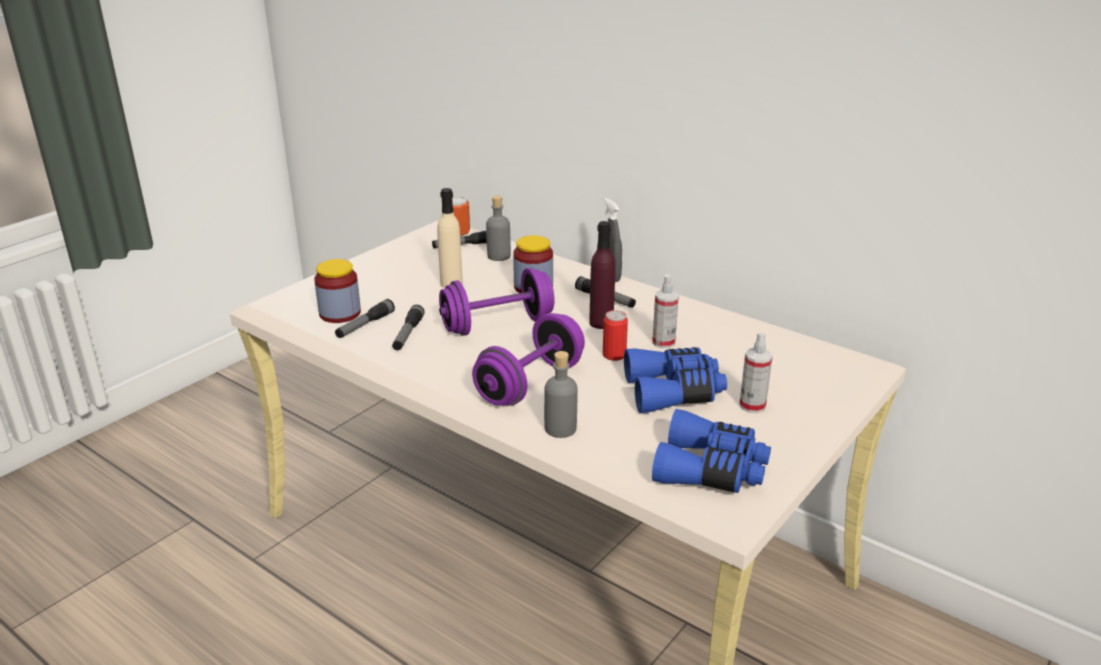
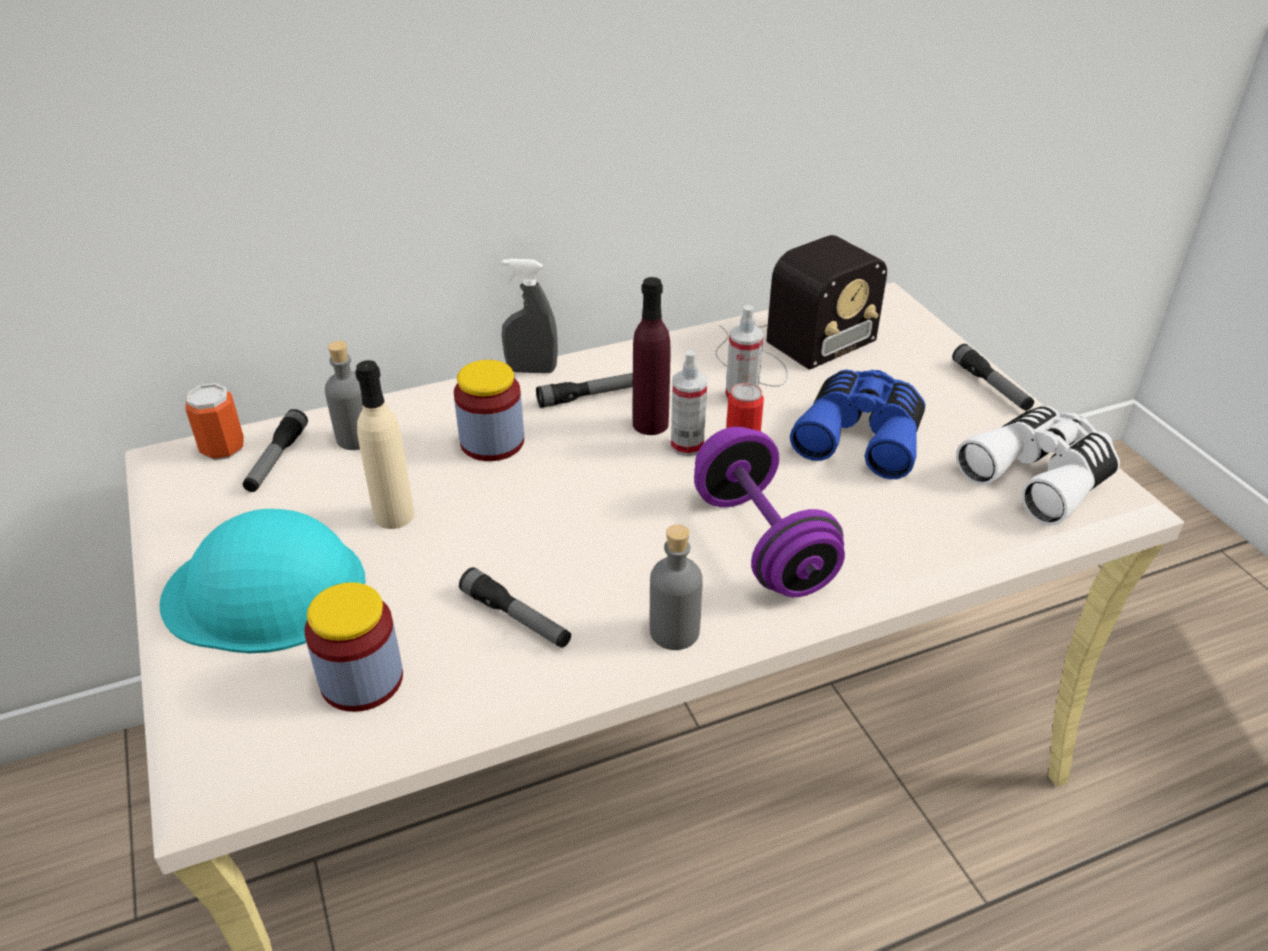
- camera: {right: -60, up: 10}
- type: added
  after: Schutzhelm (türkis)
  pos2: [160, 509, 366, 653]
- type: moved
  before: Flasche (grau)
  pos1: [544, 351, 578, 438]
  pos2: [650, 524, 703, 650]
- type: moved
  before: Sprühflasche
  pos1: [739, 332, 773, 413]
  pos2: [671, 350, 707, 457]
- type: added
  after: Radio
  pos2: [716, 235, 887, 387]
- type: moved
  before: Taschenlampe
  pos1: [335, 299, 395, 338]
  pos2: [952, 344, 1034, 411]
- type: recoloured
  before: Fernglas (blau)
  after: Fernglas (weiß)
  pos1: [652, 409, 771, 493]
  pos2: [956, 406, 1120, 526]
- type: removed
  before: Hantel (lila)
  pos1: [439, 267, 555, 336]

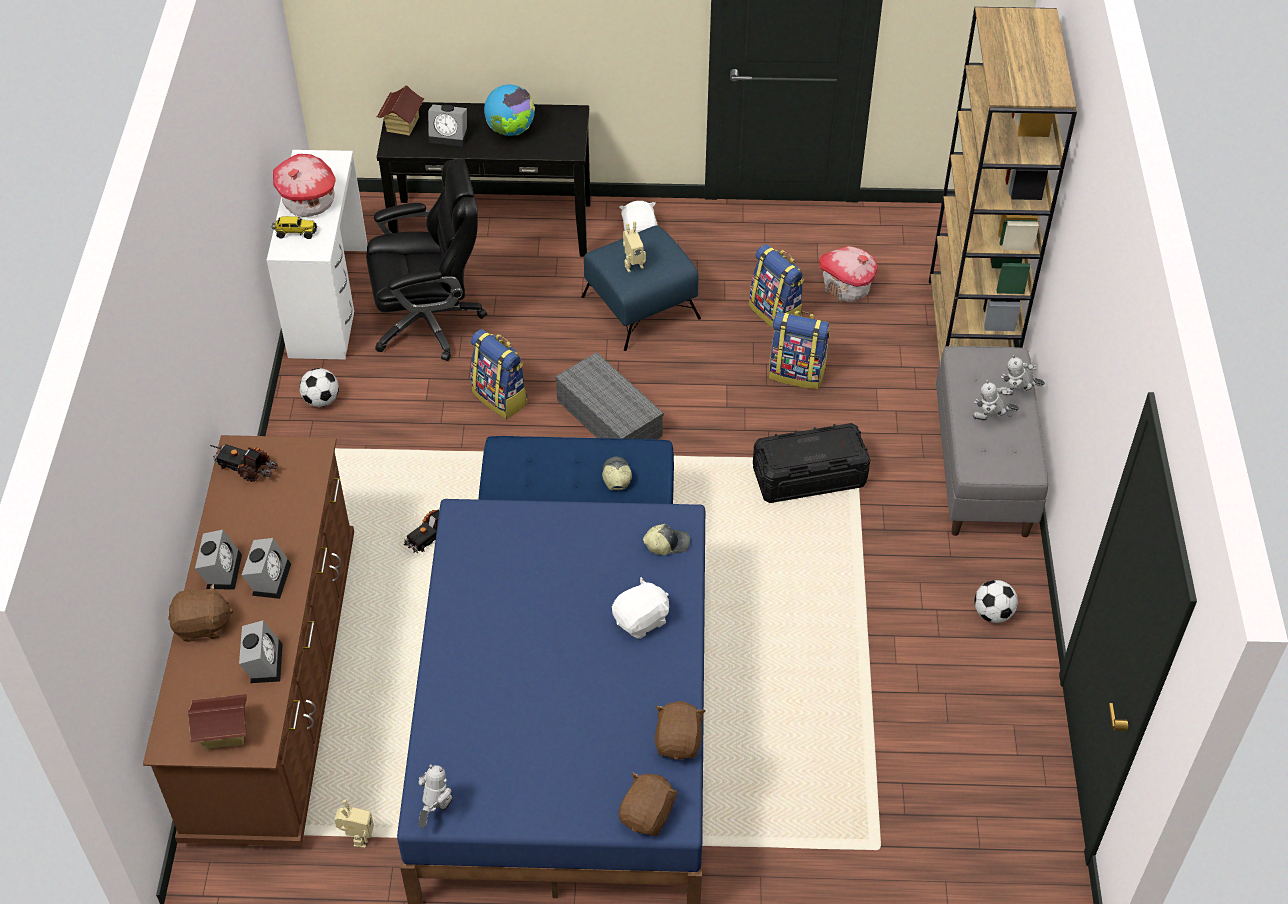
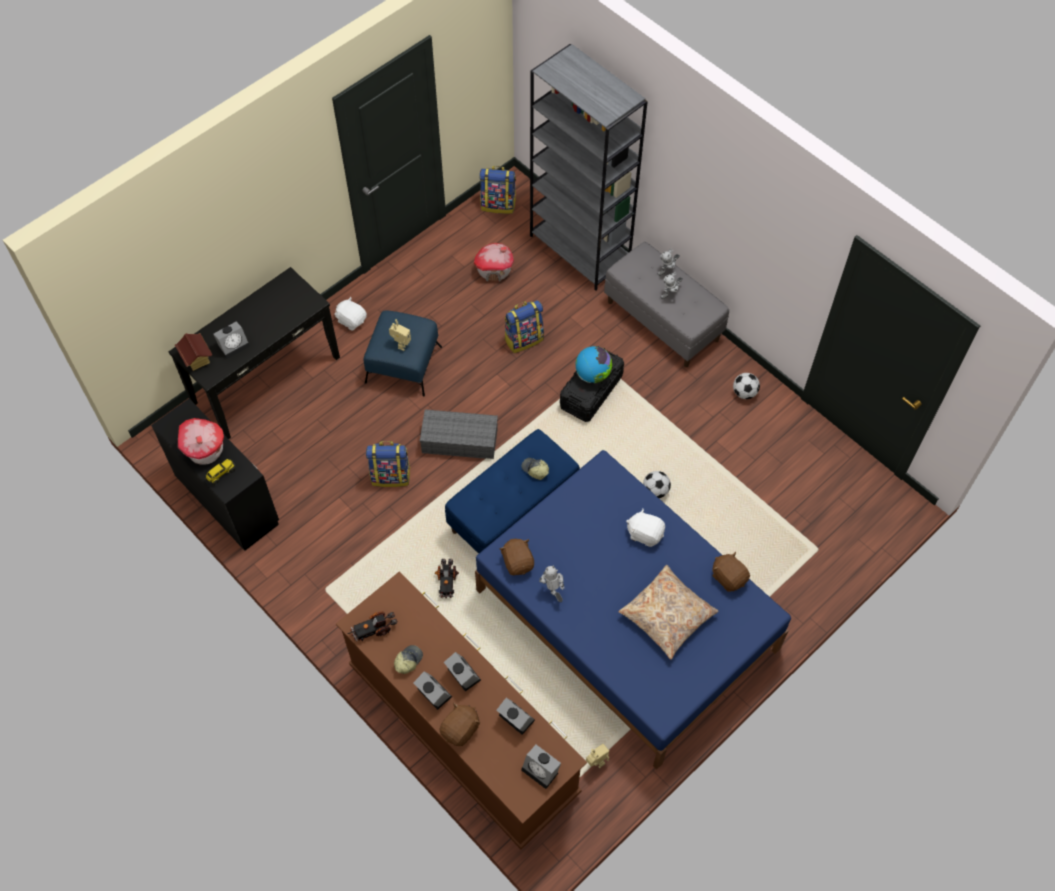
- camera: {right: -45, up: 10}
- type: recoloured
  before: Schreibtisch (weiß)
  after: Schreibtisch (schwarz)
  pos1: [267, 150, 368, 360]
  pos2: [151, 399, 279, 551]
- type: moved
  before: Kappe
  pos1: [643, 524, 690, 555]
  pos2: [394, 645, 423, 674]
- type: moved
  before: Rucksack
  pos1: [749, 244, 804, 328]
  pos2: [479, 166, 516, 214]
- type: moved
  before: Plüschtier (braun)
  pos1: [619, 772, 678, 836]
  pos2: [500, 538, 534, 575]
- type: replaced
  before: Spielzeughaus
  after: Wecker
  pos1: [188, 694, 247, 749]
  pos2: [521, 745, 561, 789]
- type: recoloured
  before: Bücherregal (braun)
  after: Bücherregal (grau)
  pos1: [929, 7, 1077, 363]
  pos2: [530, 44, 648, 290]
- type: moved
  before: Spielzeugroboter
  pos1: [419, 764, 453, 828]
  pos2: [539, 565, 565, 602]
- type: moved
  before: Globus
  pos1: [484, 84, 535, 136]
  pos2: [575, 346, 612, 383]
- type: added
  after: Kissen (beige)
  pos2: [618, 565, 719, 660]
- type: turned
  before: Plüschtier (weiß)
  pos1: [612, 577, 669, 639]
  pos2: [626, 509, 665, 547]
  turn: -75
- type: moved
  before: Fußball
  pos1: [299, 368, 339, 407]
  pos2: [643, 471, 671, 498]
- type: removed
  before: Bürostuhl (schwarz)
  pos1: [366, 158, 487, 361]

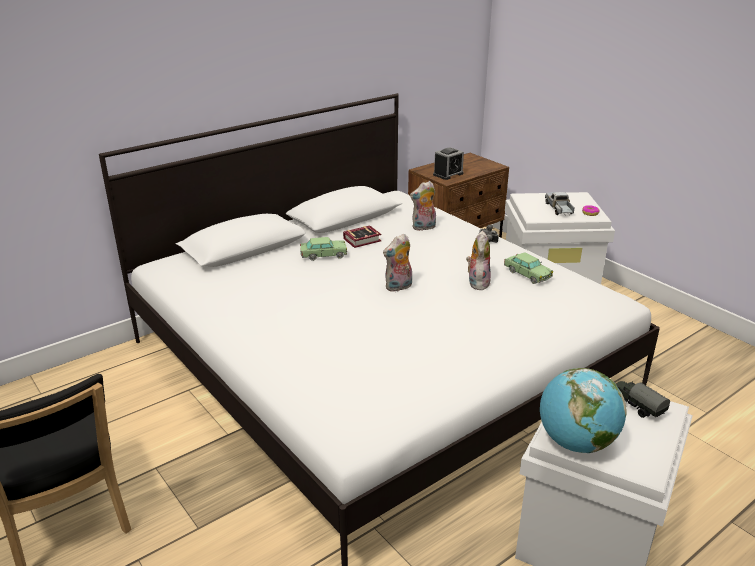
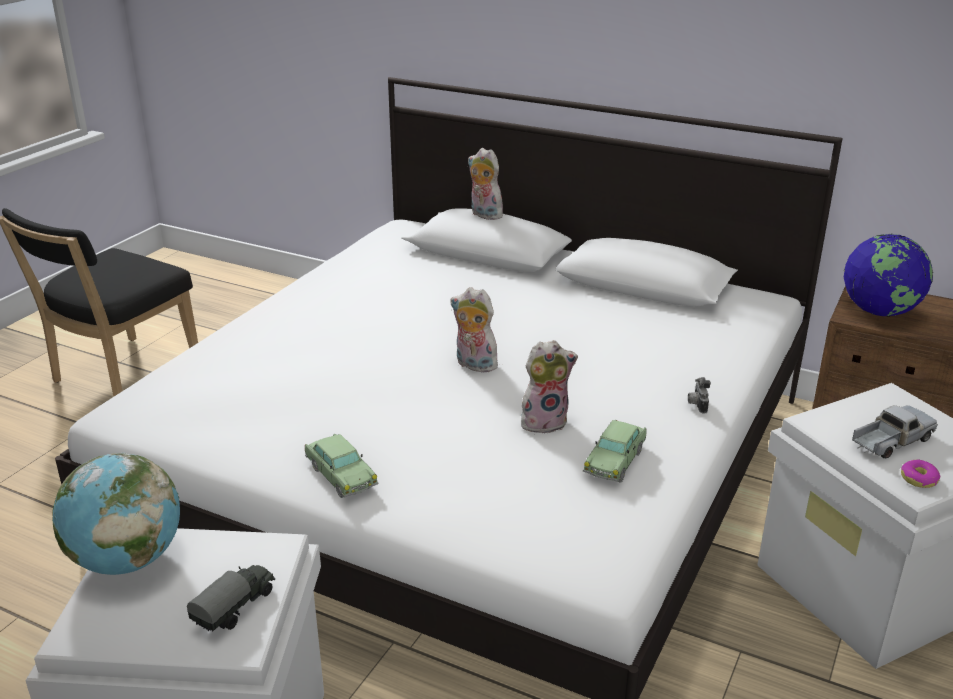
- camera: {right: 65, up: 0}
- type: moved
  before: Spielzeugauto
  pos1: [300, 237, 347, 261]
  pos2: [305, 434, 378, 498]
- type: moved
  before: Plüschtier
  pos1: [410, 181, 436, 231]
  pos2: [468, 148, 503, 220]
- type: replaced
  before: Wecker
  after: Globus
  pos1: [433, 147, 464, 180]
  pos2: [844, 234, 933, 317]
- type: removed
  before: Buch
  pos1: [343, 225, 381, 248]

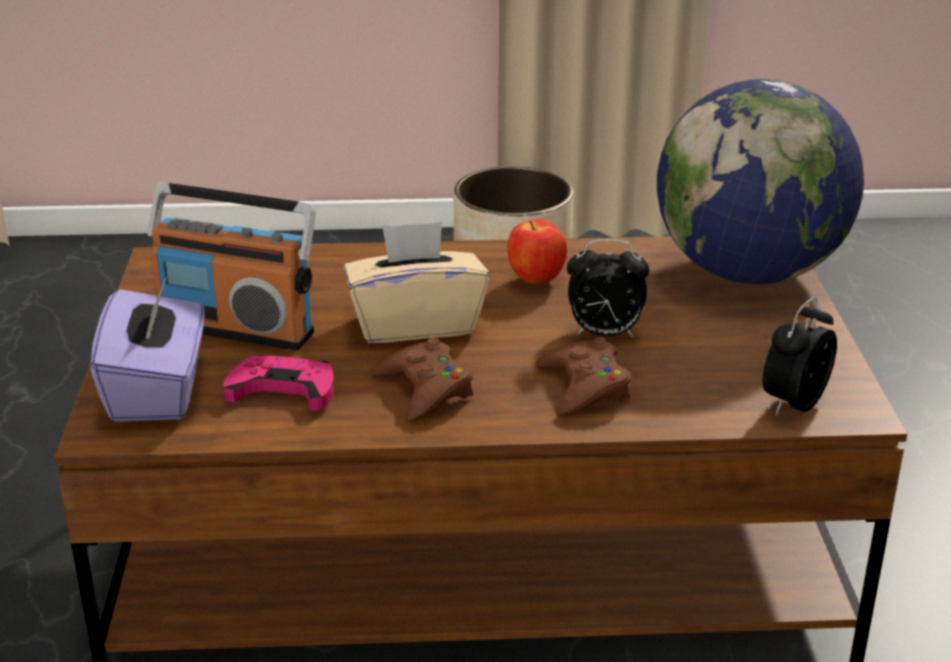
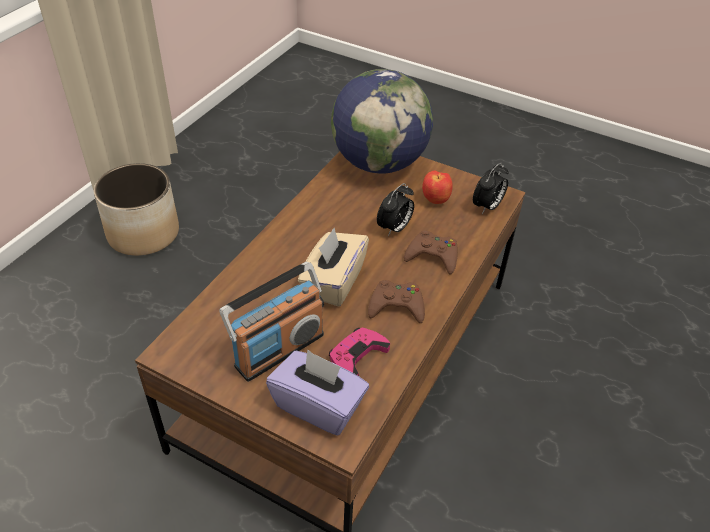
- camera: {right: -60, up: 15}
- type: moved
  before: Apfel
  pos1: [508, 219, 567, 284]
  pos2: [422, 171, 453, 204]
- type: turned
  before: Wecker
  pos1: [763, 297, 837, 416]
  pos2: [473, 163, 509, 214]
  turn: -120

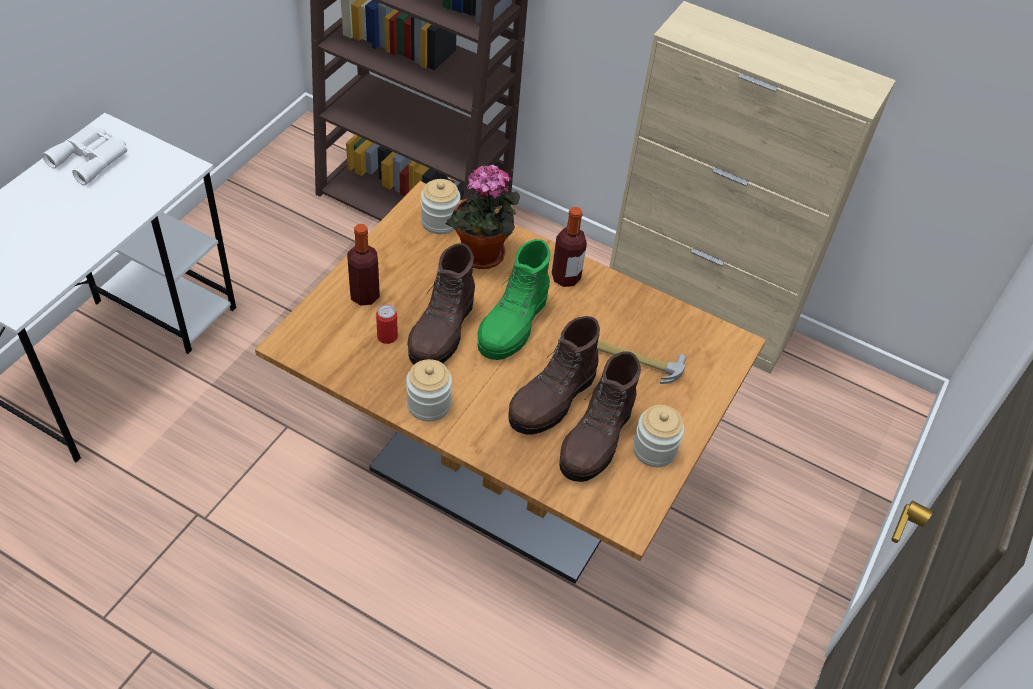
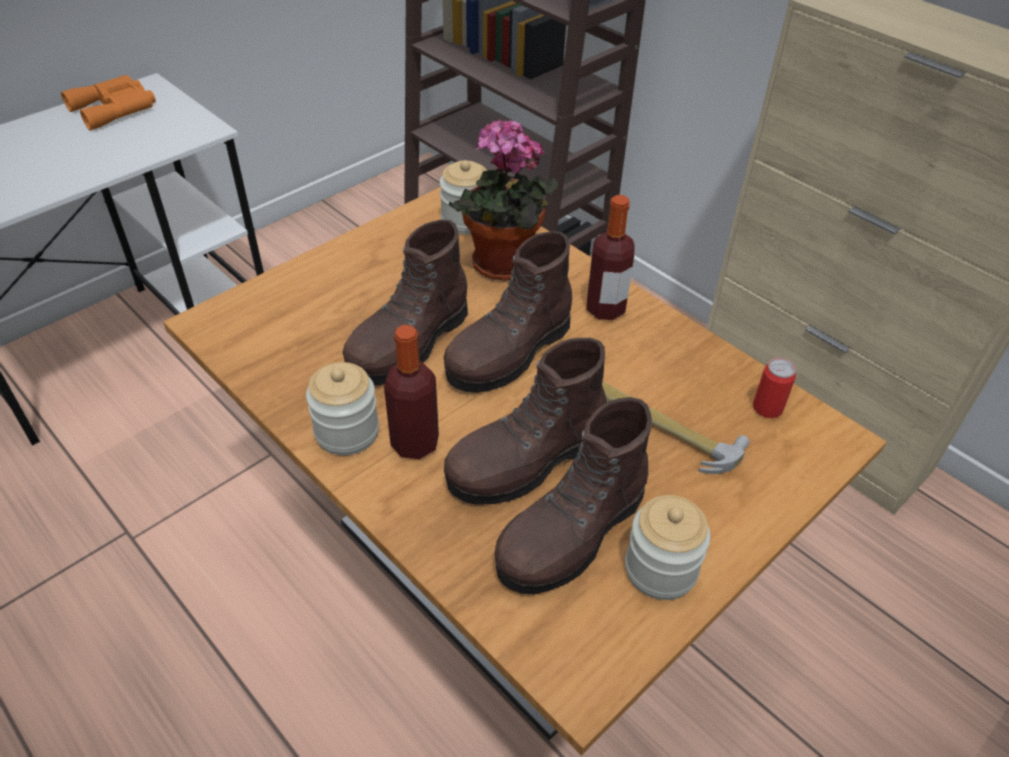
- camera: {right: 20, up: -5}
- type: recoloured
  before: Fernglas (weiß)
  after: Fernglas (orange)
  pos1: [42, 125, 127, 185]
  pos2: [61, 75, 156, 131]
- type: moved
  before: Flasche
  pos1: [347, 224, 380, 306]
  pos2: [384, 325, 439, 459]
- type: recoloured
  before: Stiefel (grün)
  after: Stiefel (braun)
  pos1: [477, 239, 551, 360]
  pos2: [443, 231, 572, 393]
- type: moved
  before: Dose
  pos1: [376, 304, 398, 344]
  pos2: [753, 358, 796, 418]

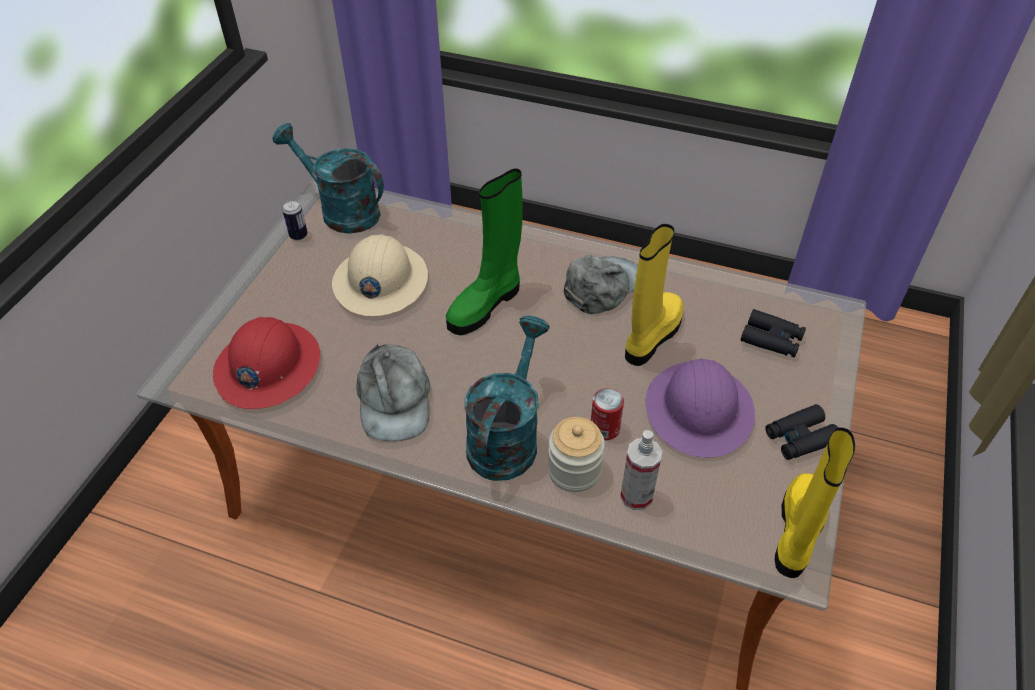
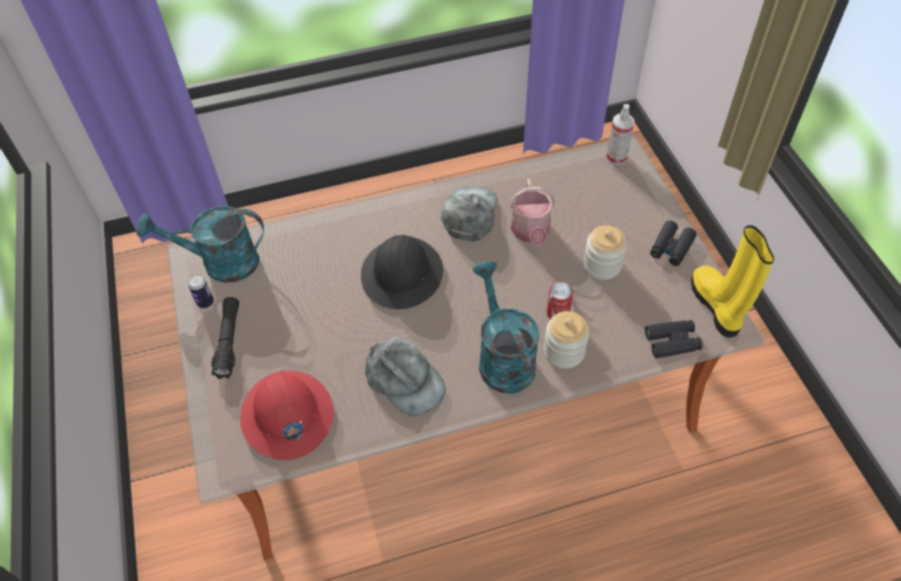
- camera: {right: -35, up: 5}
- type: added
  after: Taschenlampe (schwarz)
  pos2: [211, 297, 239, 379]
- type: replaced
  before: Stiefel (grün)
  after: Schutzhelm (schwarz)
  pos1: [446, 168, 523, 335]
  pos2: [361, 235, 443, 309]
- type: replaced
  before: Stiefel (gelb)
  after: Gießkanne
  pos1: [625, 224, 684, 366]
  pos2: [510, 179, 555, 247]
- type: replaced
  before: Schutzhelm (lila)
  after: Vorratsglas
  pos1: [645, 359, 755, 458]
  pos2: [584, 225, 627, 280]
- type: moved
  before: Sprühflasche
  pos1: [620, 430, 662, 510]
  pos2: [606, 104, 635, 165]
- type: moved
  before: Fernglas (schwarz)
  pos1: [741, 309, 806, 357]
  pos2: [645, 320, 703, 358]
- type: removed
  before: Schutzhelm (beige)
  pos1: [332, 234, 428, 316]

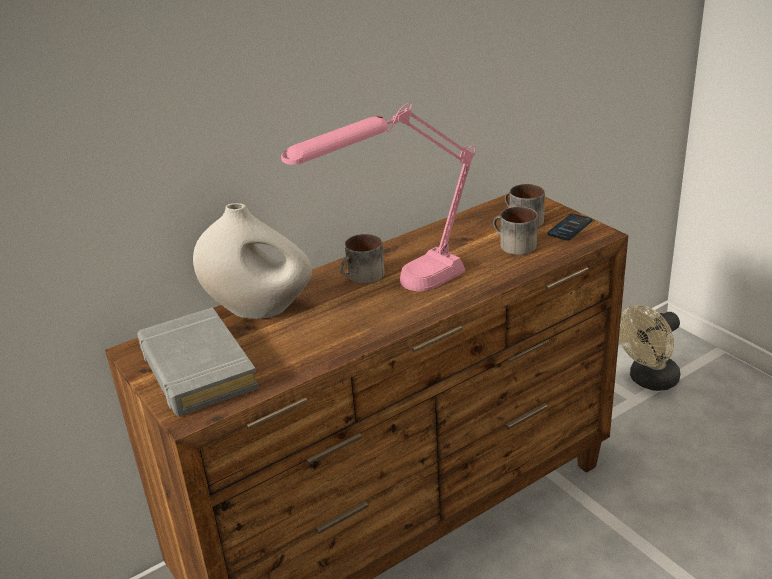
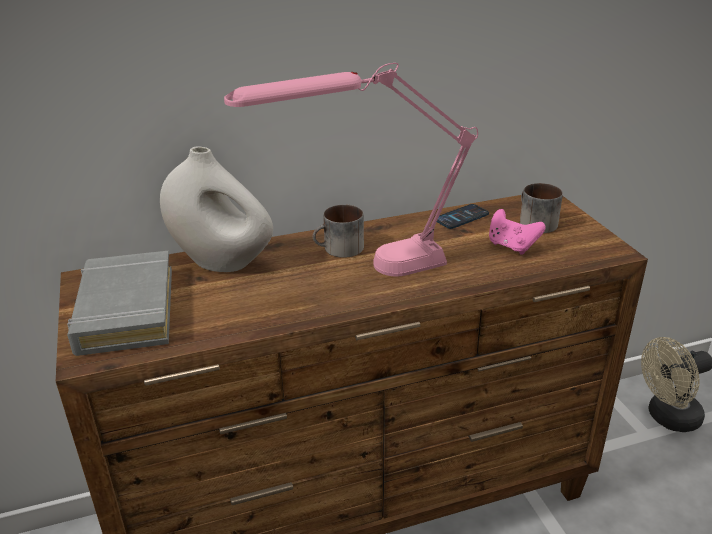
- camera: {right: 15, up: 0}
- type: moved
  before: Handy
  pos1: [548, 214, 592, 241]
  pos2: [437, 204, 489, 229]
- type: replaced
  before: Henkelbecher
  after: Gamepad (rosa)
  pos1: [493, 207, 538, 255]
  pos2: [489, 209, 546, 254]

